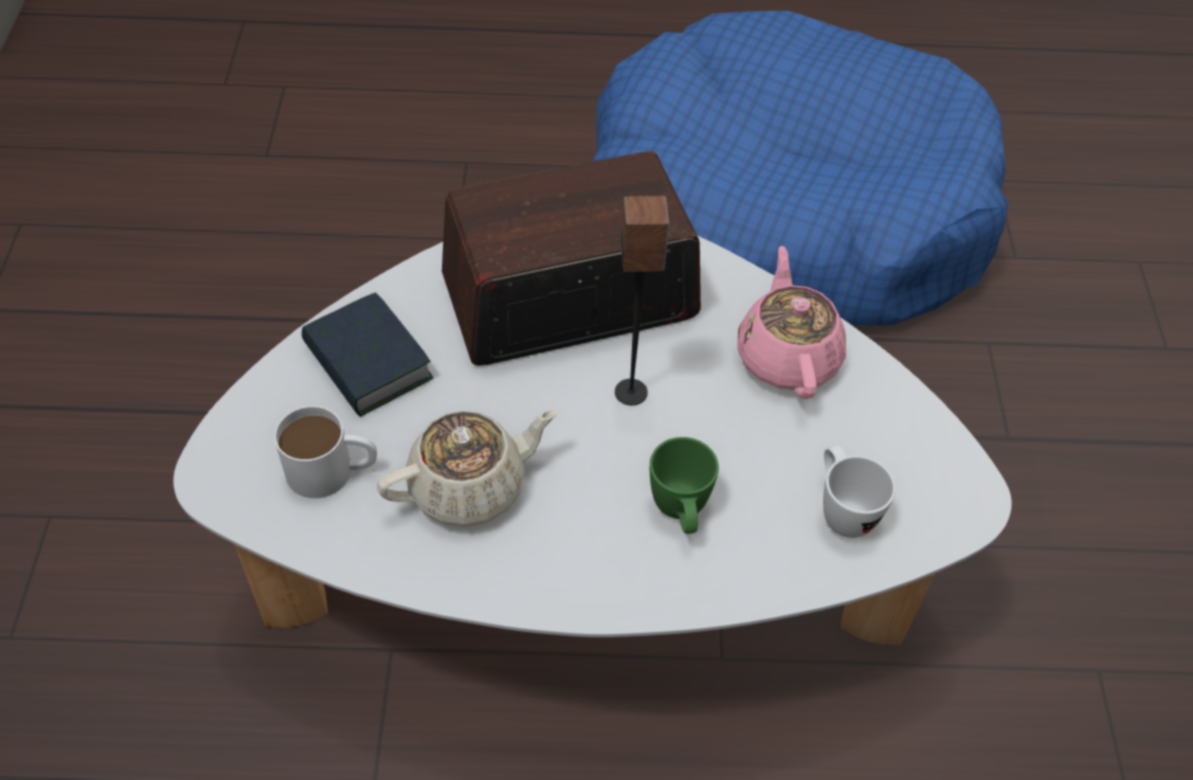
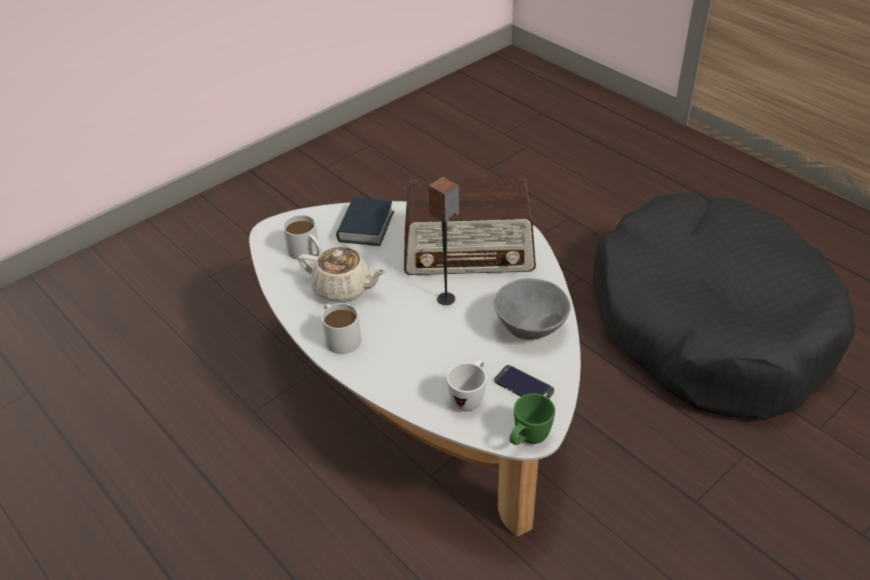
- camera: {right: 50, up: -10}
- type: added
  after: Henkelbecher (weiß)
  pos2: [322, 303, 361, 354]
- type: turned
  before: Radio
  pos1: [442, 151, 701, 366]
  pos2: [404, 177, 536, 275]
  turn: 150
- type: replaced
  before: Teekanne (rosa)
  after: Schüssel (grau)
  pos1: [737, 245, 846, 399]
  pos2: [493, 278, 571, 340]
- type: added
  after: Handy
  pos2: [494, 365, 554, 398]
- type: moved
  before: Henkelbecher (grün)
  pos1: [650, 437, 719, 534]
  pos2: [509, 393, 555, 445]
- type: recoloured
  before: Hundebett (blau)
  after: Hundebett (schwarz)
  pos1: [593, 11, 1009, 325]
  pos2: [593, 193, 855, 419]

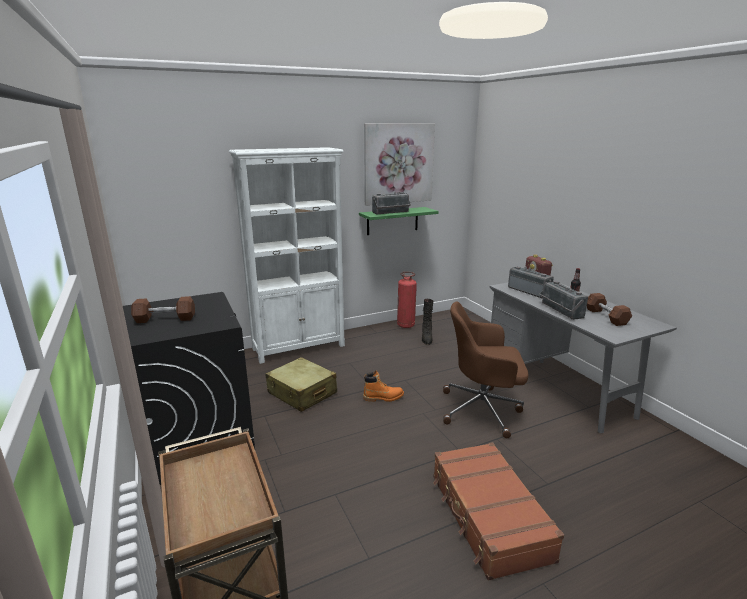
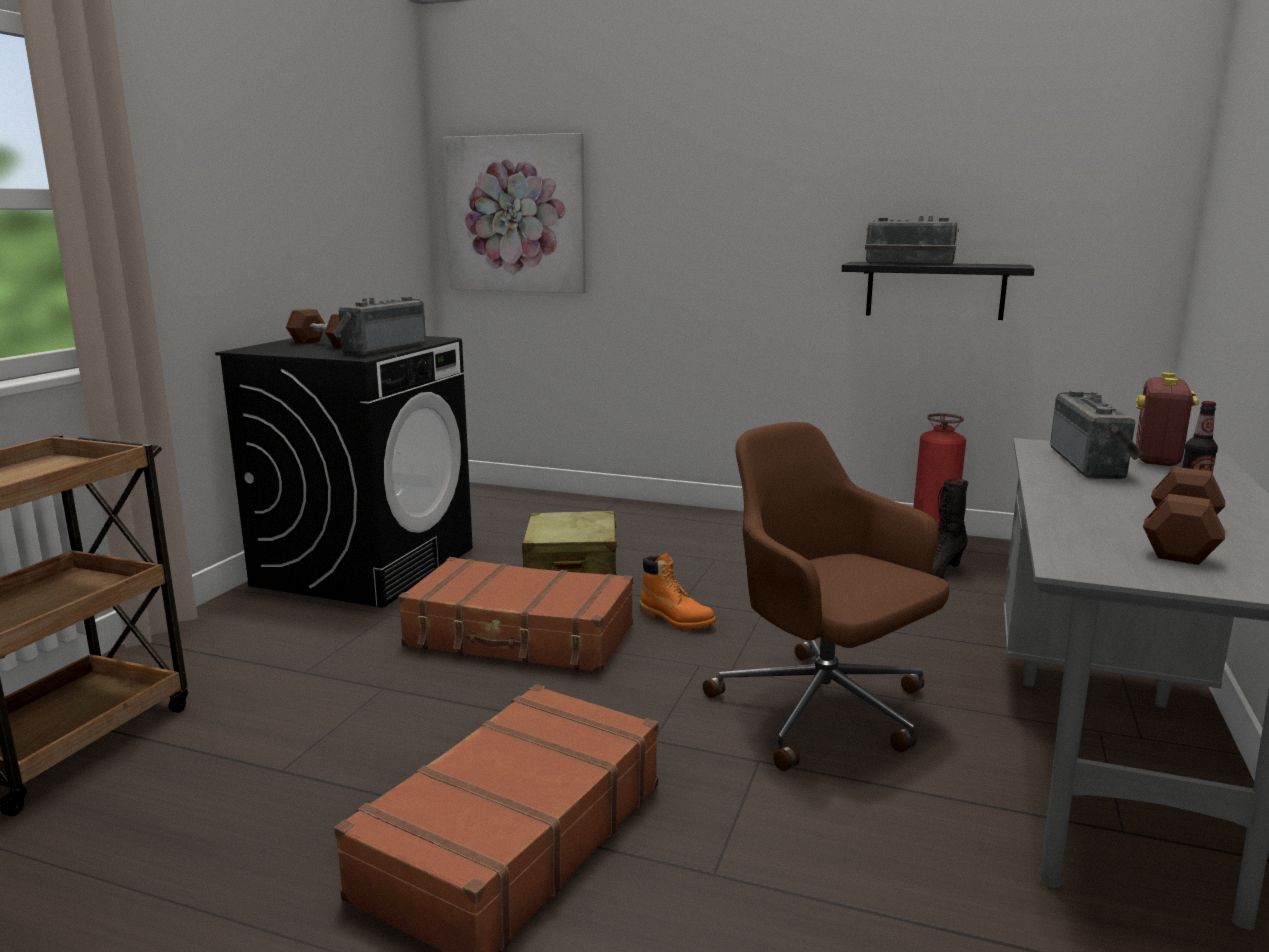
- camera: {right: 45, up: -5}
- type: moved
  before: Radio
  pos1: [540, 281, 588, 320]
  pos2: [333, 297, 426, 356]
- type: added
  after: Koffer (braun)
  pos2: [398, 557, 633, 673]
- type: moved
  before: Bild
  pos1: [364, 123, 435, 206]
  pos2: [442, 133, 586, 293]
- type: recoloured
  before: Wandregal (grün)
  after: Wandregal (schwarz)
  pos1: [359, 207, 439, 235]
  pos2: [842, 262, 1035, 320]
- type: removed
  before: Bücherregal (weiß)
  pos1: [229, 147, 345, 364]

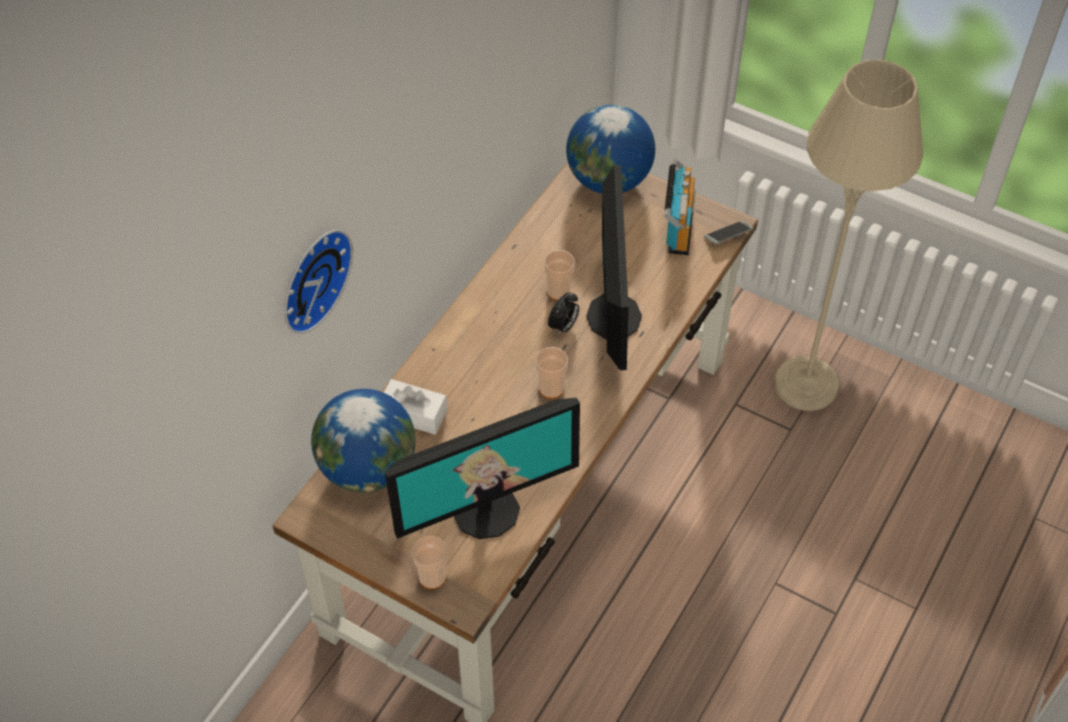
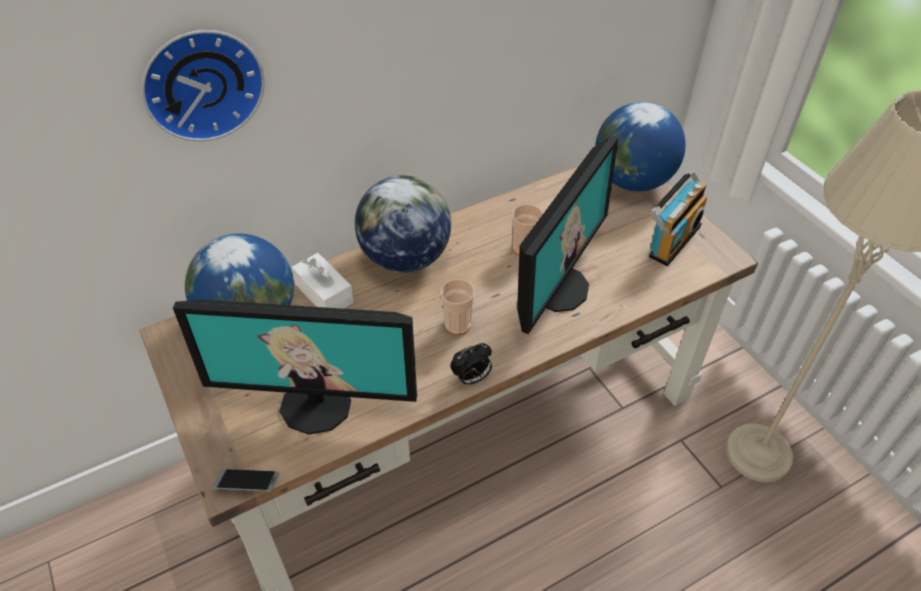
- camera: {right: 30, up: -5}
- type: moved
  before: Handy
  pos1: [704, 221, 754, 244]
  pos2: [212, 469, 279, 492]
- type: added
  after: Globus
  pos2: [355, 175, 451, 273]
- type: moved
  before: Wecker
  pos1: [548, 292, 579, 334]
  pos2: [450, 343, 492, 385]
- type: removed
  before: Tasse
  pos1: [412, 536, 447, 589]

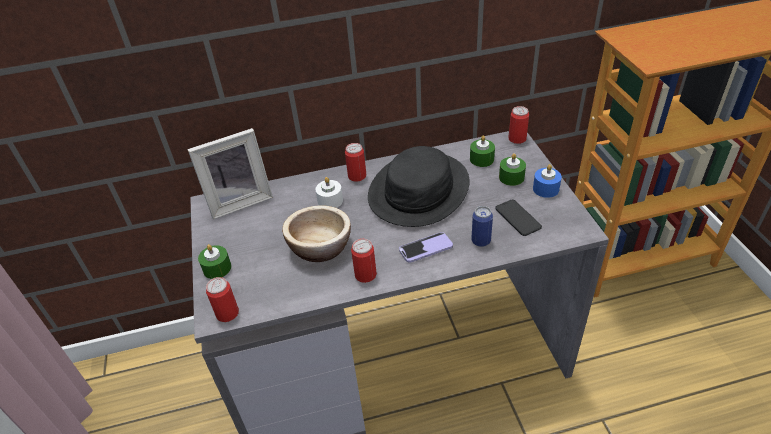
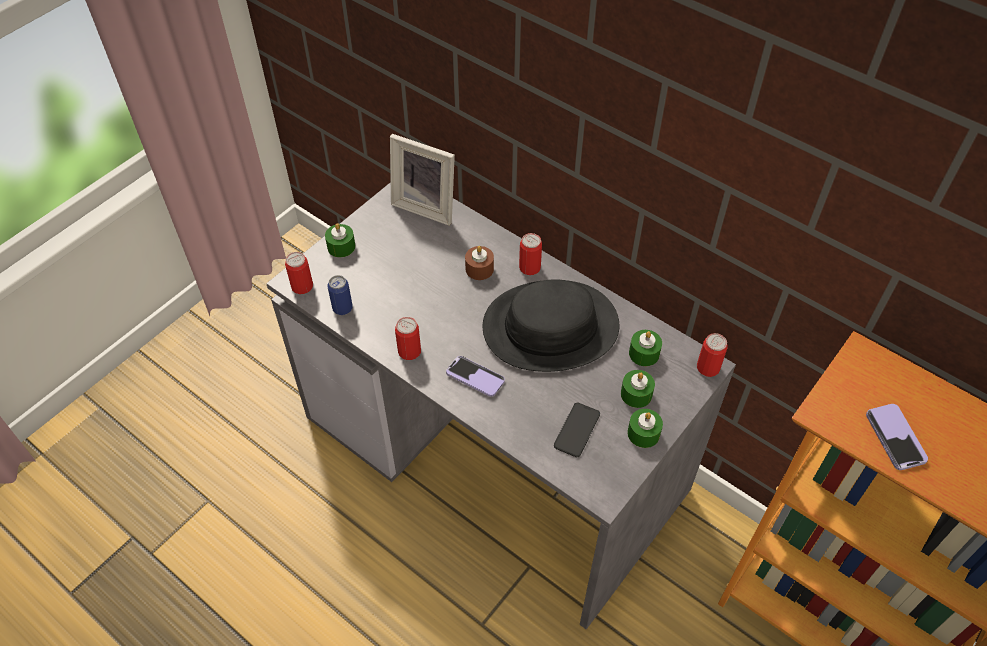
- camera: {right: 50, up: 10}
- type: moved
  before: Dose
  pos1: [471, 206, 493, 247]
  pos2: [327, 275, 353, 315]
- type: recoloured
  before: Kerze (weiß)
  after: Kerze (braun)
  pos1: [315, 177, 343, 208]
  pos2: [465, 246, 494, 280]
- type: recoloured
  before: Kerze (blau)
  after: Kerze (grün)
  pos1: [533, 164, 562, 198]
  pos2: [627, 409, 663, 448]
- type: added
  after: Handy
  pos2: [866, 404, 928, 470]
- type: removed
  before: Schüssel
  pos1: [282, 205, 351, 262]

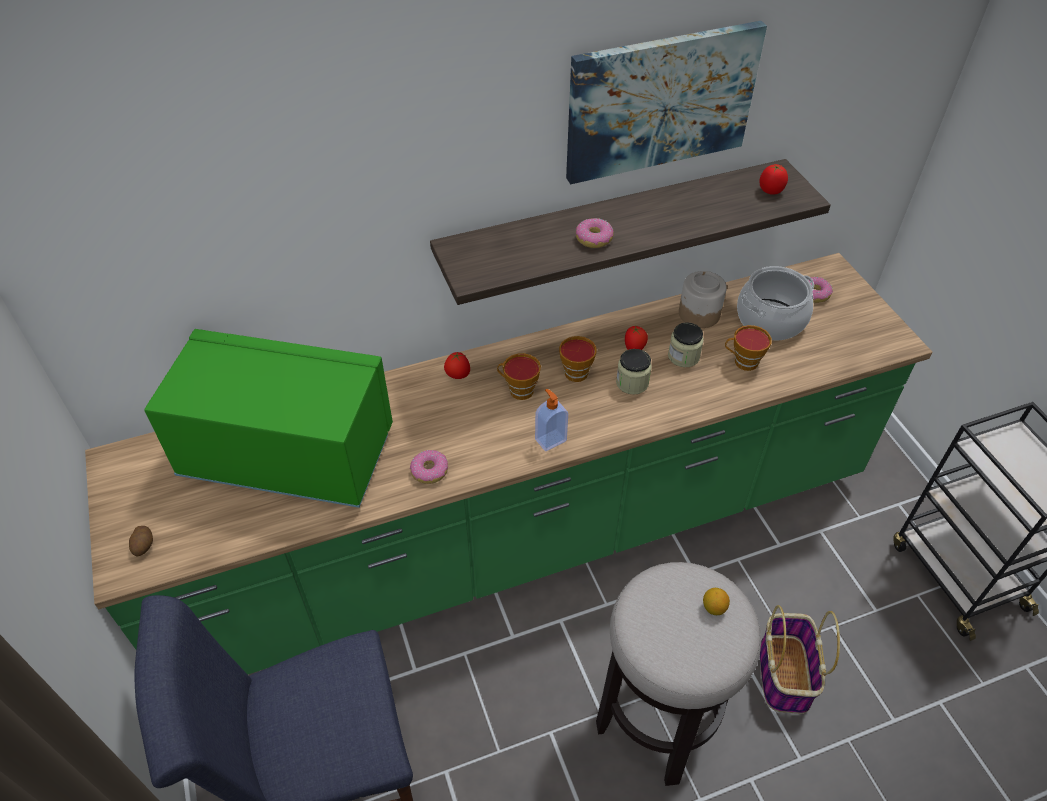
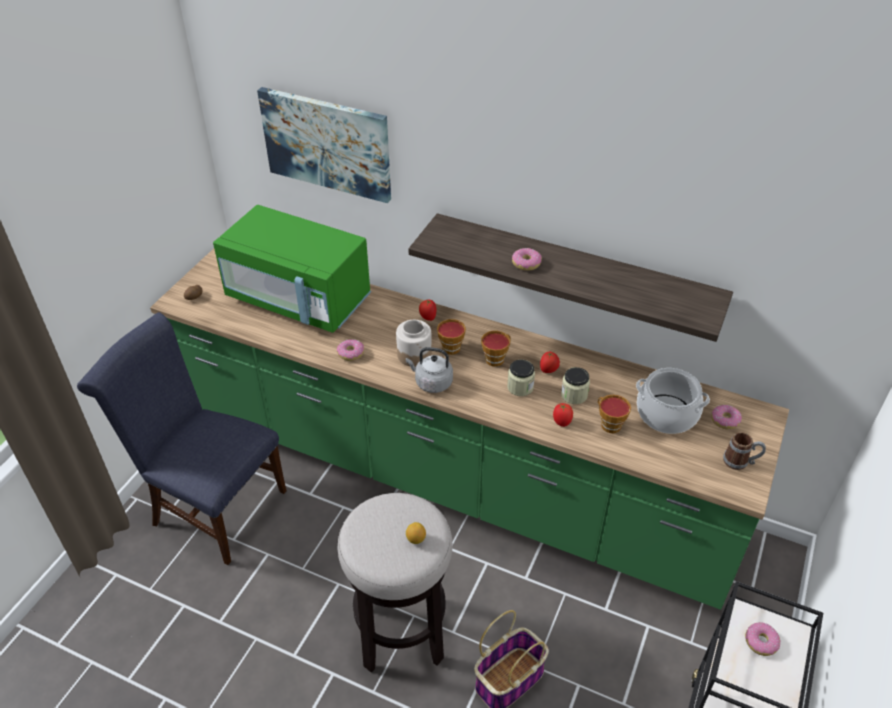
- camera: {right: 45, up: -5}
- type: turned
  before: Mikrowelle (grün)
  pos1: [145, 329, 393, 508]
  pos2: [213, 205, 371, 333]
  turn: 150
- type: moved
  before: Bild
  pos1: [566, 21, 767, 184]
  pos2: [257, 87, 391, 203]
- type: moved
  before: Vorratsglas
  pos1: [679, 271, 727, 328]
  pos2: [396, 320, 432, 367]
- type: replaced
  before: Seifenspender
  after: Wasserkessel (grau)
  pos1: [535, 389, 568, 451]
  pos2: [406, 347, 453, 393]
- type: moved
  before: Tomate
  pos1: [759, 164, 788, 195]
  pos2: [553, 403, 573, 427]
- type: added
  after: Henkelbecher
  pos2: [723, 432, 766, 470]
- type: added
  after: Donut
  pos2: [745, 622, 780, 656]

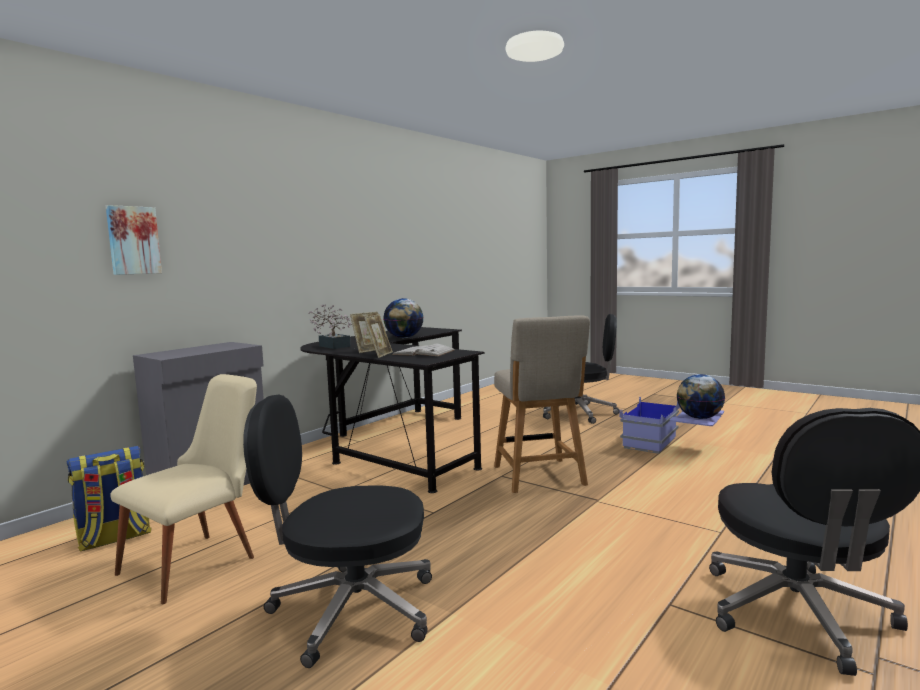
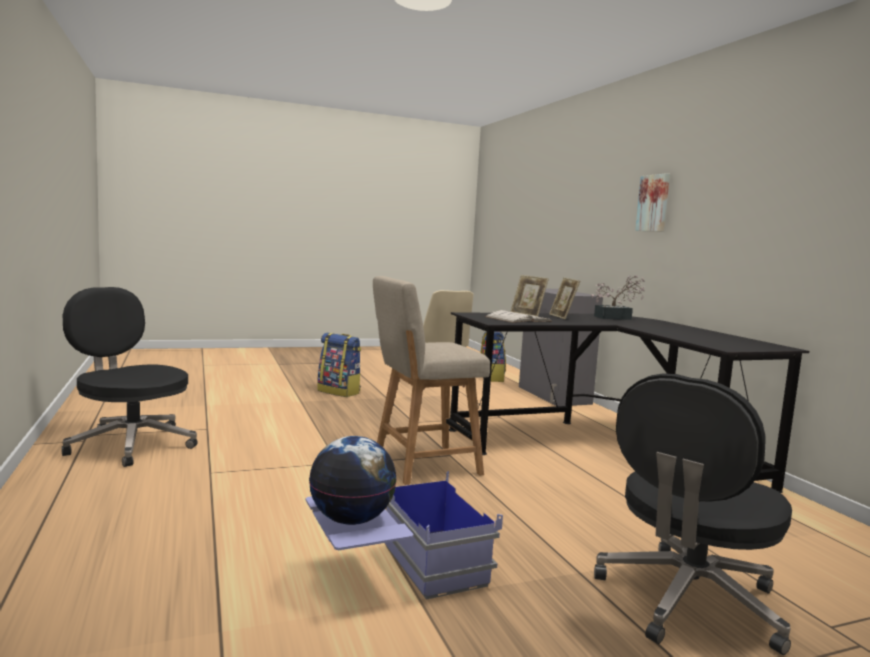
- camera: {right: 120, up: 0}
- type: replaced
  before: Bürostuhl (schwarz)
  after: Rucksack
  pos1: [243, 395, 432, 668]
  pos2: [317, 333, 361, 397]
- type: turned
  before: Stuhl (beige)
  pos1: [494, 315, 590, 493]
  pos2: [373, 276, 490, 485]
  turn: -45
- type: moved
  before: Bild
  pos1: [106, 205, 162, 275]
  pos2: [635, 173, 670, 231]
- type: removed
  before: Globus
  pos1: [384, 298, 424, 338]

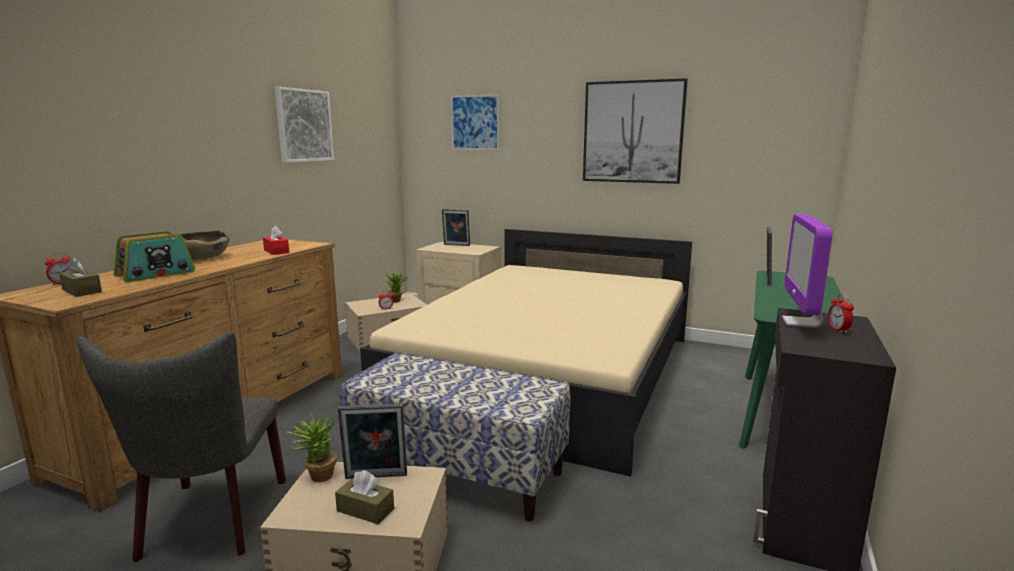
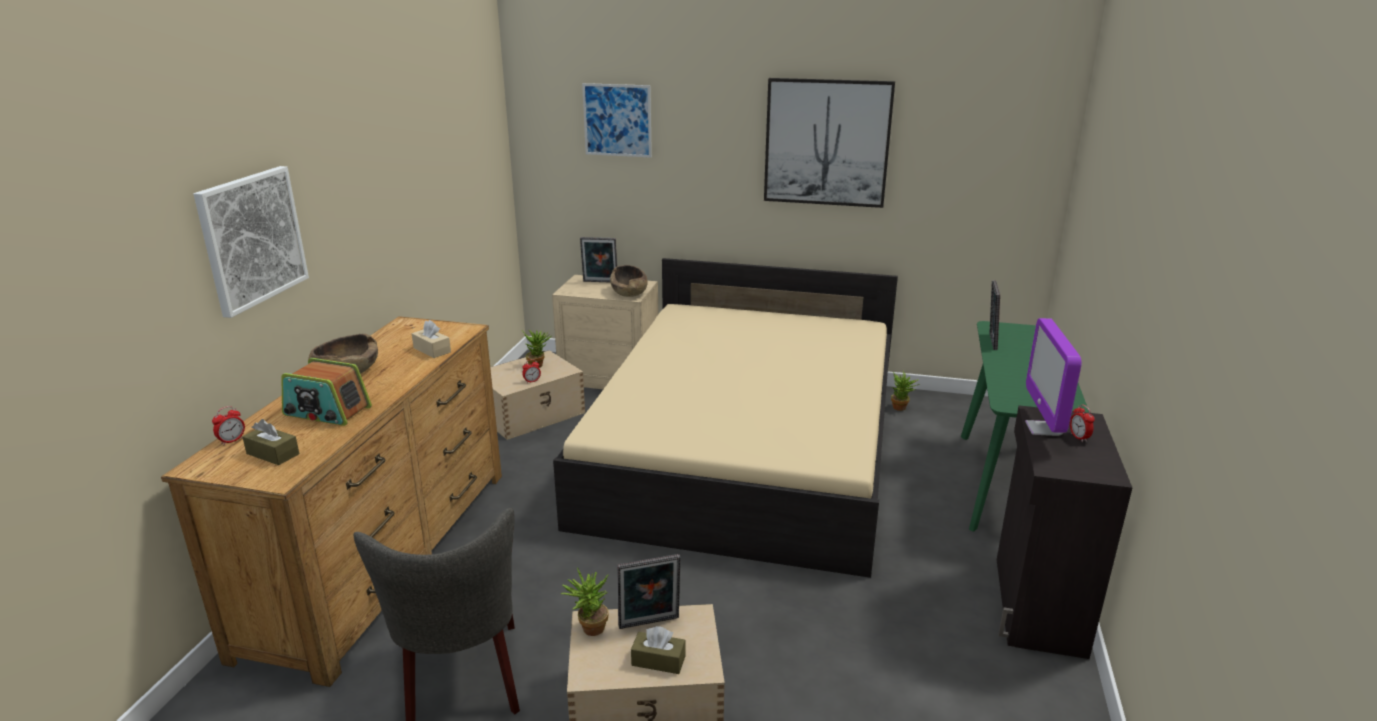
- camera: {right: -10, up: 10}
- type: moved
  before: Bild
  pos1: [275, 86, 334, 163]
  pos2: [194, 166, 309, 318]
- type: turned
  before: Radio
  pos1: [114, 231, 195, 282]
  pos2: [281, 358, 372, 426]
  turn: 75
- type: recoloured
  before: Taschentuchbox (rot)
  after: Taschentuchbox (beige)
  pos1: [263, 226, 289, 255]
  pos2: [412, 320, 451, 358]
- type: added
  after: Schüssel (braun)
  pos2: [610, 265, 648, 297]
- type: added
  after: Topfpflanze
  pos2: [891, 370, 920, 411]
- type: removed
  before: Bank
  pos1: [340, 353, 571, 522]

